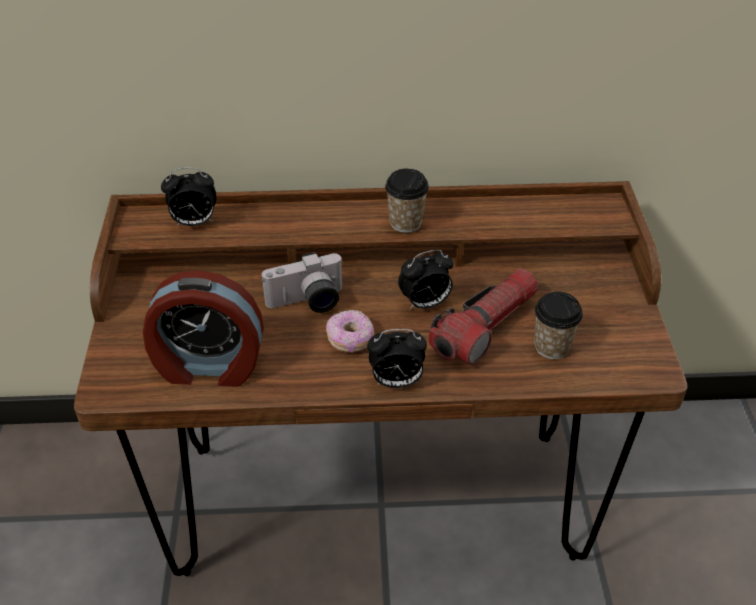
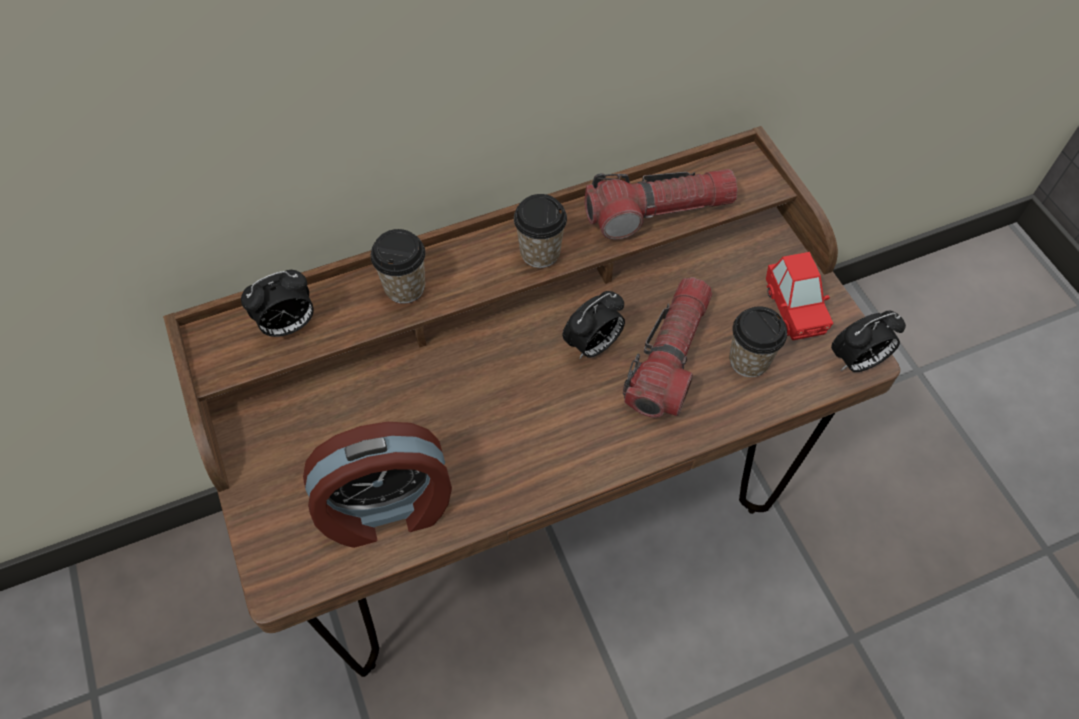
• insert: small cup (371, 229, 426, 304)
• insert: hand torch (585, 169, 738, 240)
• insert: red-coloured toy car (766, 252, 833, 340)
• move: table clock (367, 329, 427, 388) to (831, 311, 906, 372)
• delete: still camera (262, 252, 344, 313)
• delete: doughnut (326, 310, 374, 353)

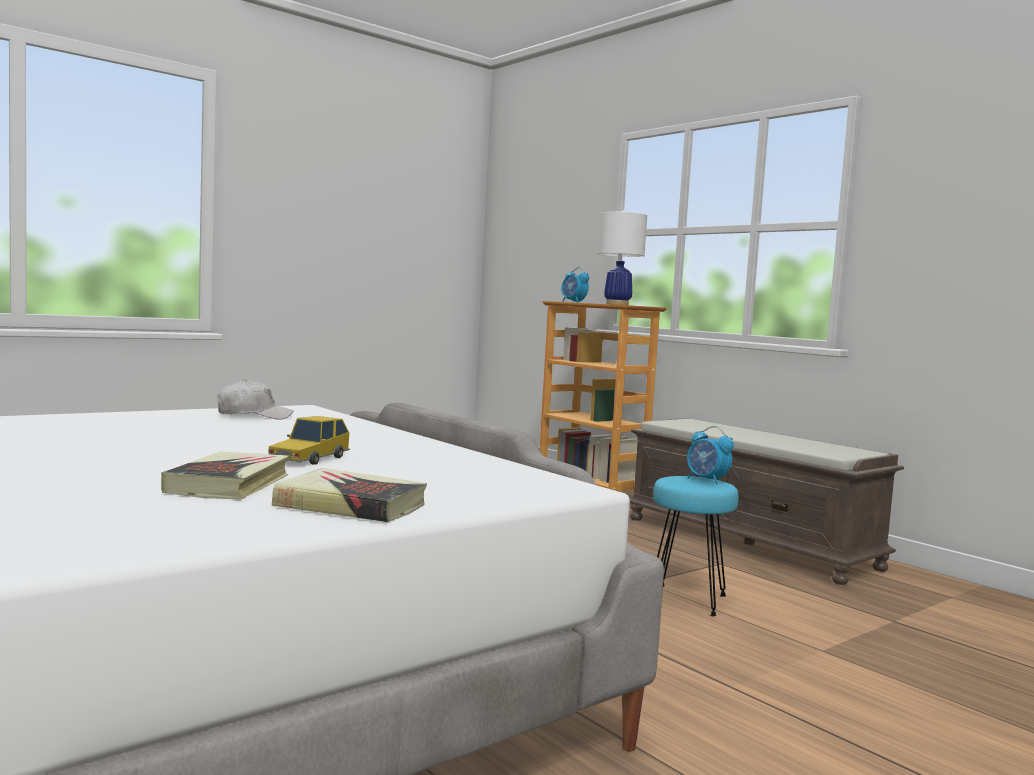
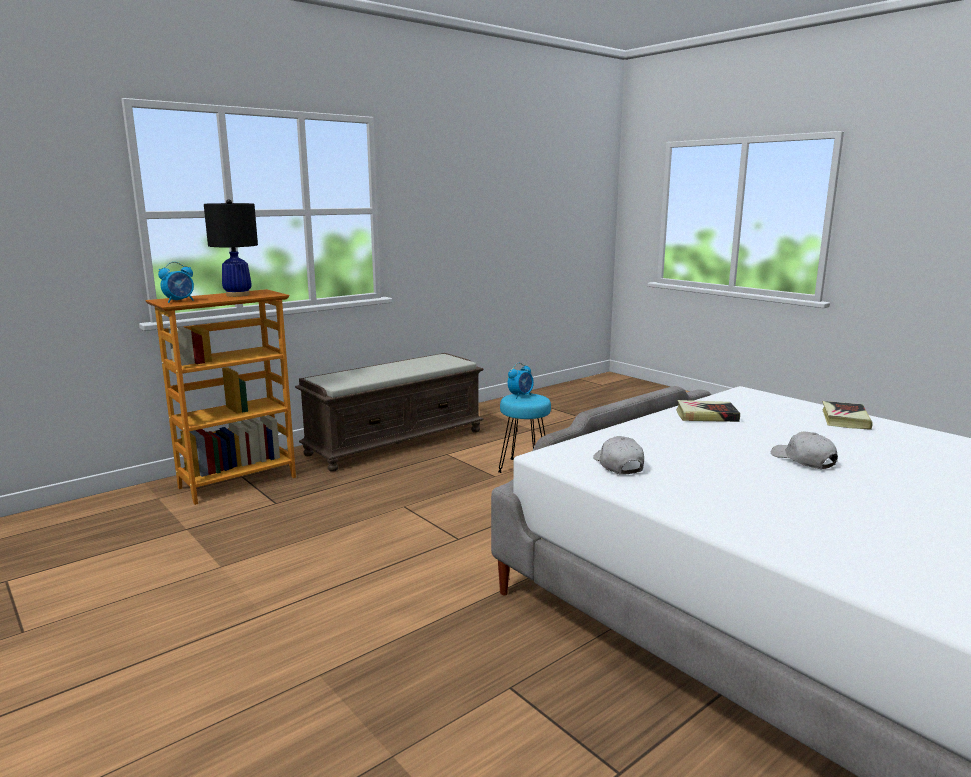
• recolor: whitish table lamp (597, 210, 647, 305) to black table lamp (204, 199, 258, 297)
• move: volume (161, 452, 290, 500) to (676, 400, 740, 422)
• insert: whitish baseball cap (771, 432, 838, 469)
• delete: toy car (268, 416, 350, 465)

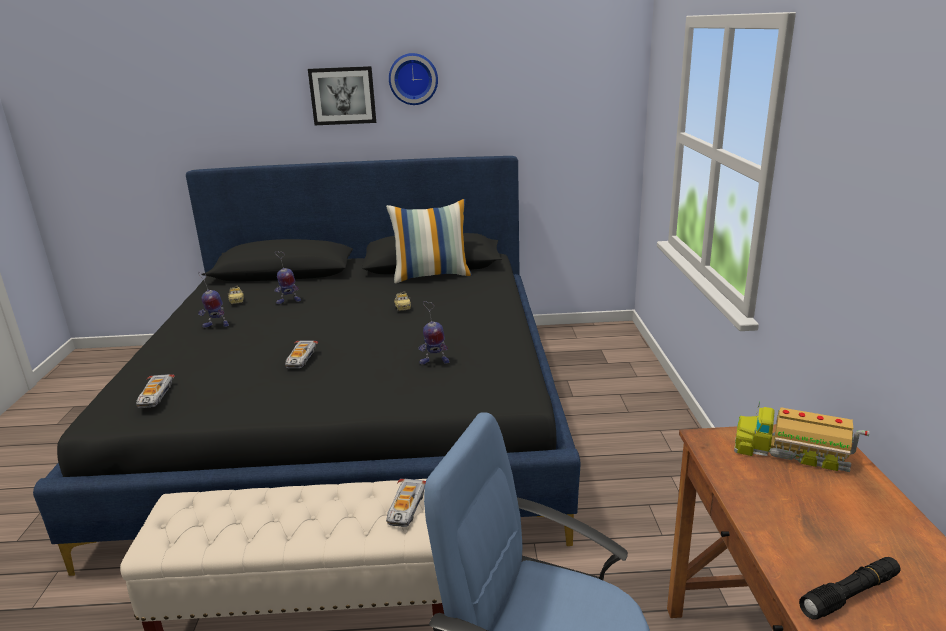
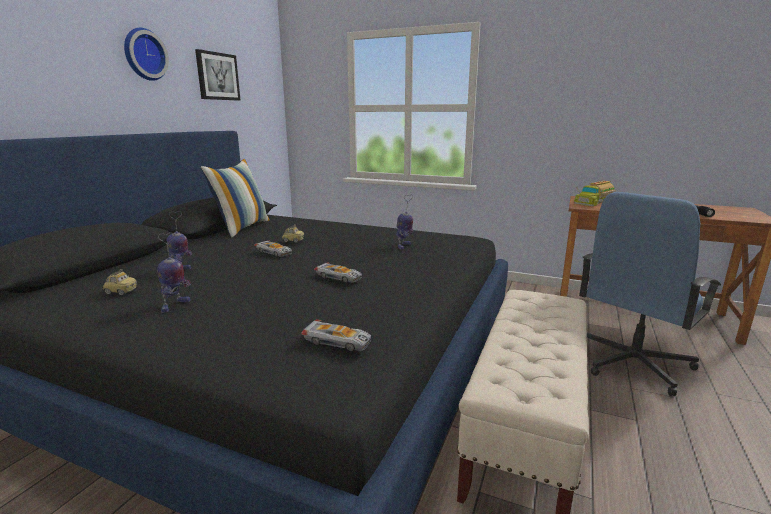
• move: wall art (308, 66, 376, 125) to (195, 49, 240, 100)
• move: toy car (386, 479, 426, 527) to (254, 240, 292, 257)

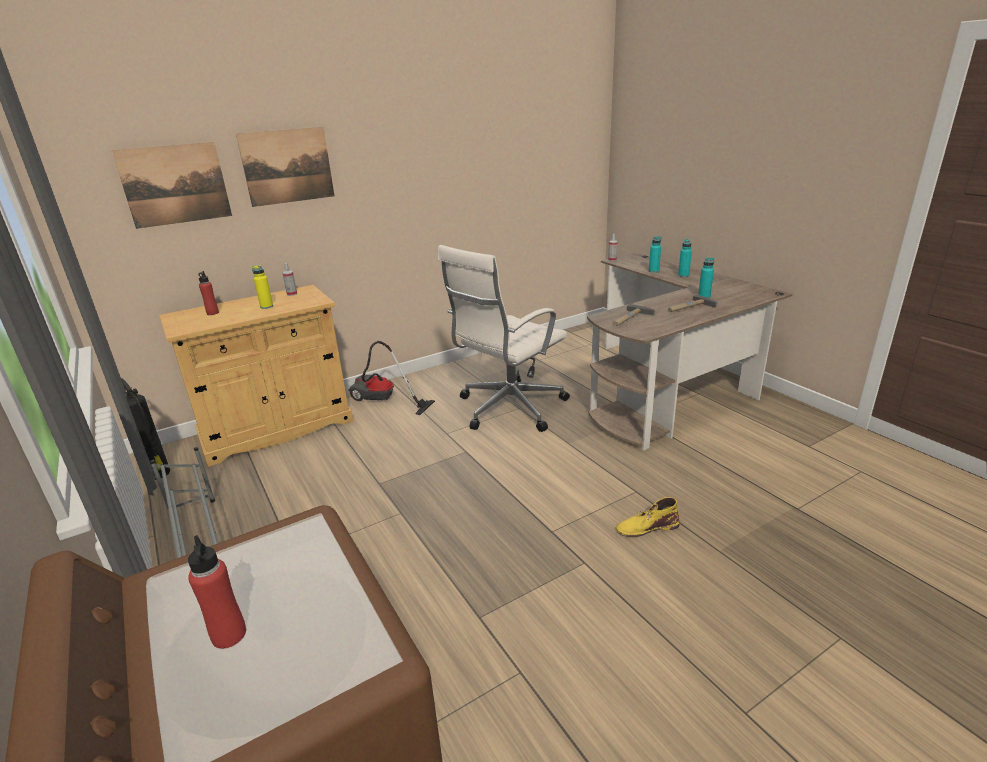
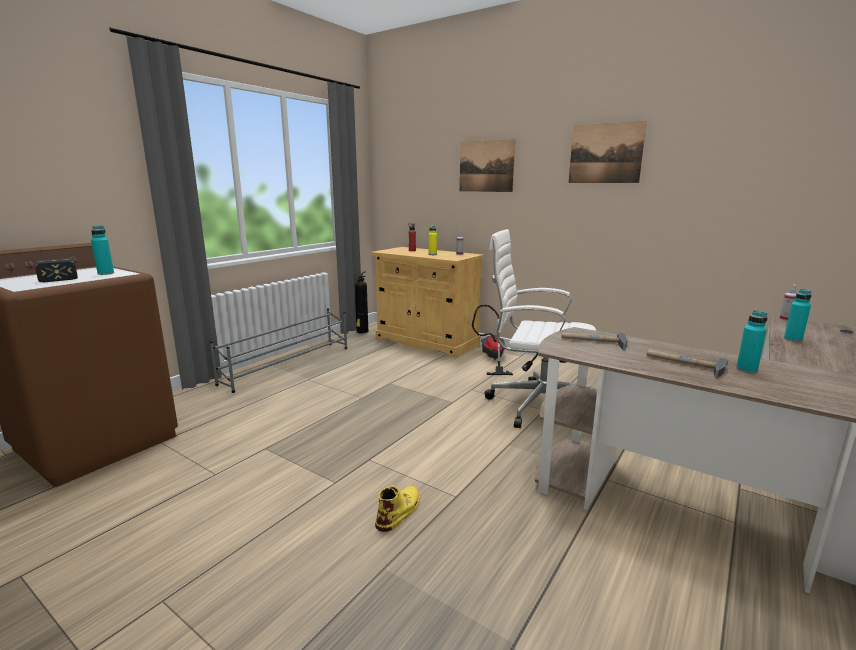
• replace: red-coloured bottle (188, 535, 246, 649) to tool hammer (34, 258, 78, 282)
• move: turquoise bottle (678, 239, 692, 277) to (91, 226, 114, 275)
• rotate: yellowish tall boot (615, 497, 680, 537) = (375, 485, 420, 532) 60 degrees clockwise
• move: wall art (112, 142, 232, 229) to (569, 121, 647, 183)

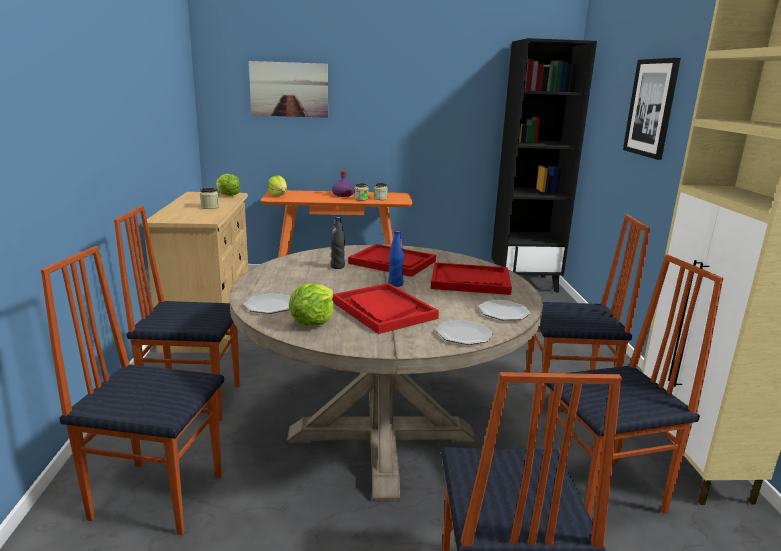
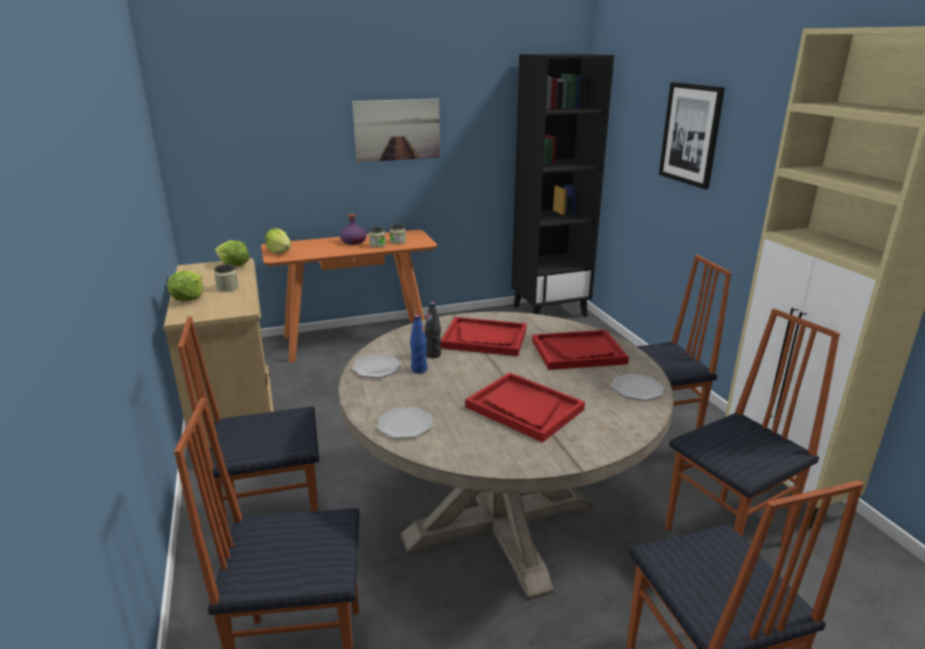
• move: lettuce head (289, 284, 334, 326) to (167, 270, 203, 301)
• move: wall art (249, 61, 328, 118) to (352, 99, 440, 162)
• move: plate (436, 320, 493, 345) to (352, 354, 401, 378)
• move: blue bottle (388, 231, 404, 287) to (410, 315, 427, 373)

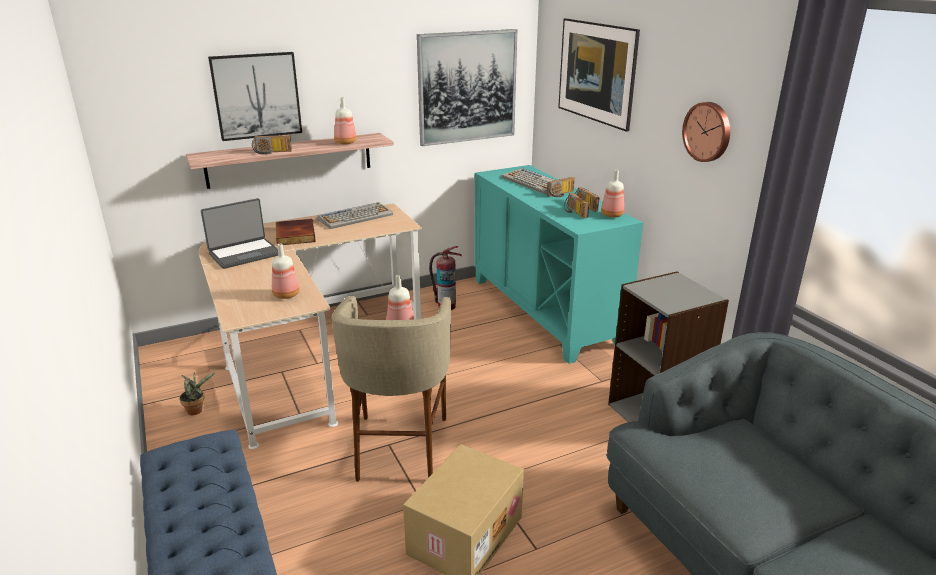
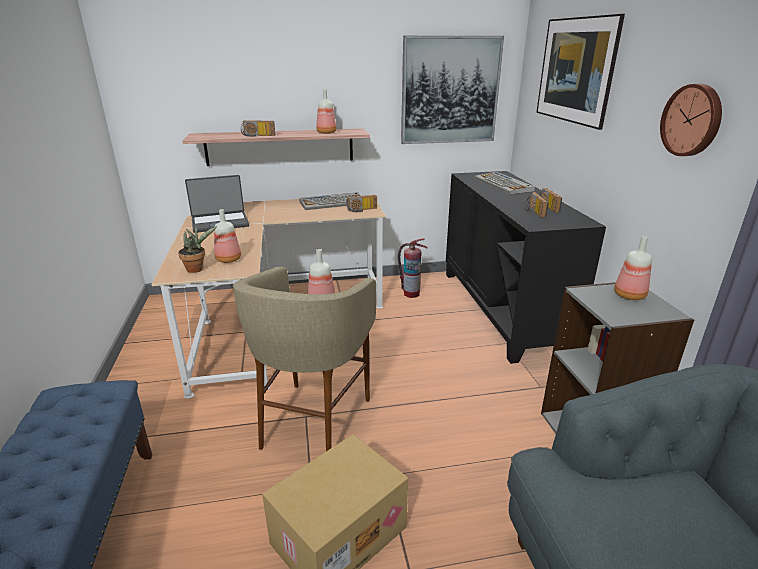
• move: houseplant (179, 372, 216, 415) to (178, 225, 216, 273)
• move: radio set (547, 177, 575, 197) to (346, 195, 377, 212)
• recolor: turquoise cabinet (474, 165, 643, 364) to black cabinet (446, 171, 606, 364)
• move: bottle (601, 170, 624, 218) to (614, 236, 652, 300)
• delete: wall art (208, 52, 302, 141)
• delete: volume (276, 219, 316, 245)

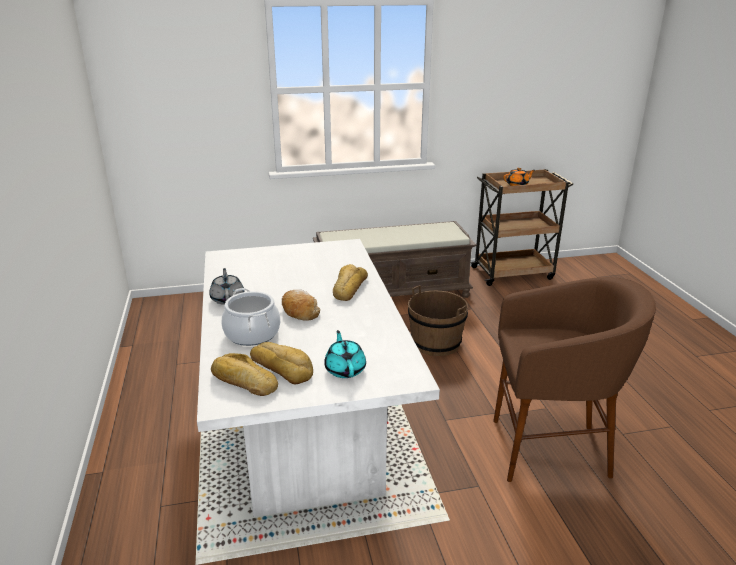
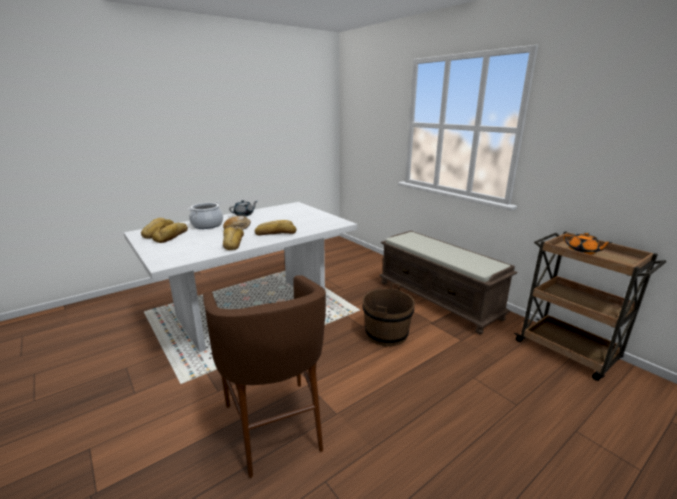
• insert: baked bread (223, 227, 244, 250)
• delete: turquoise teapot (324, 330, 366, 378)

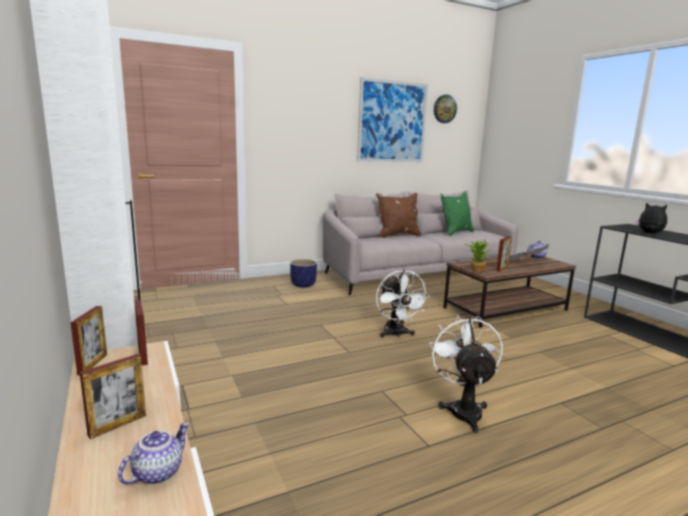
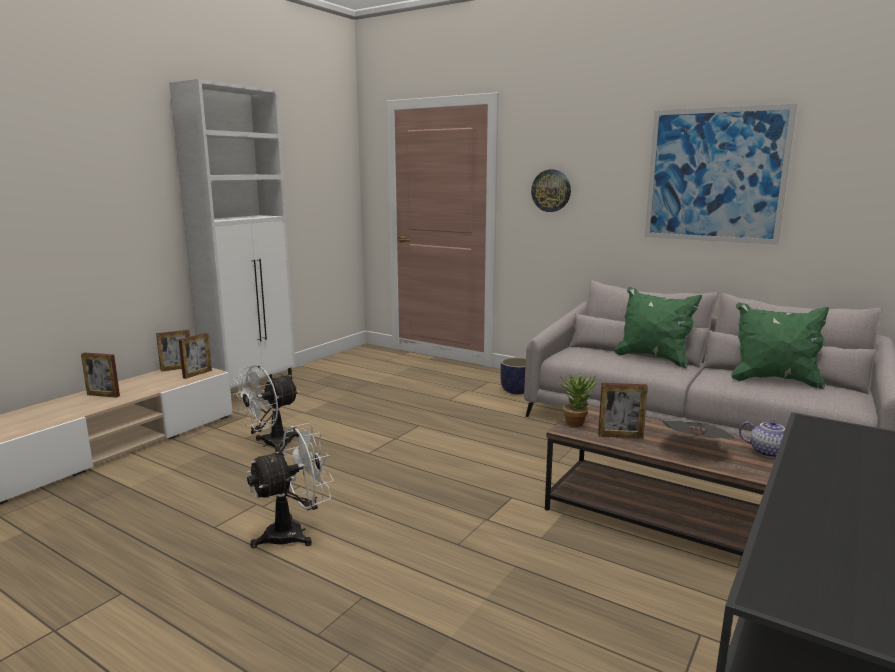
• move: whitish electric fan (376, 270, 430, 338) to (233, 365, 300, 452)
• move: hanging clock (434, 95, 457, 123) to (531, 170, 571, 212)
• recolor: brown-coloured throw pillow (376, 193, 422, 238) to green throw pillow (614, 287, 702, 368)
• delete: teapot (118, 423, 189, 484)
• delete: soft toy (636, 202, 667, 233)

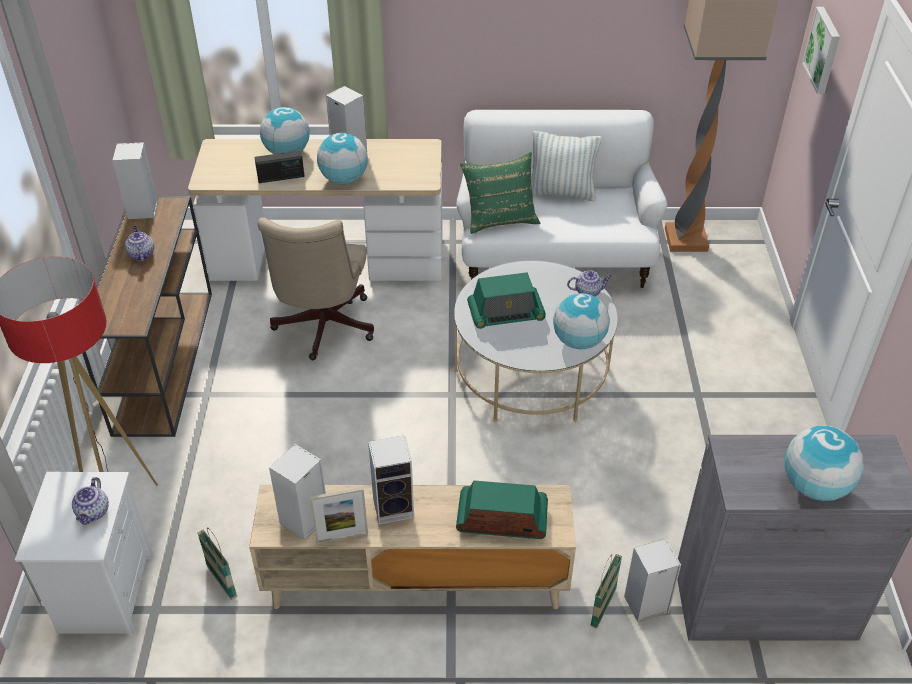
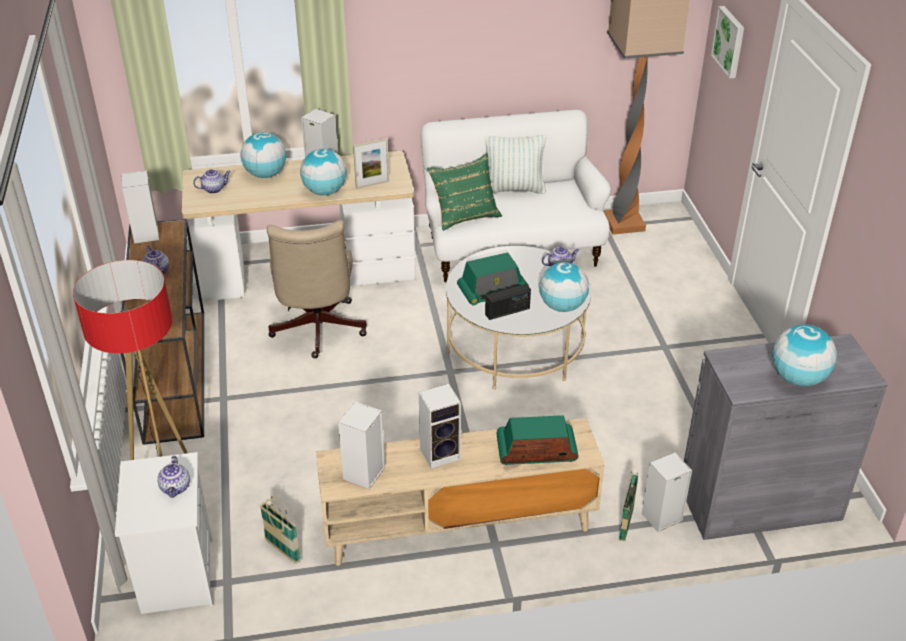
• insert: teapot (193, 169, 231, 193)
• move: photo frame (310, 487, 368, 544) to (353, 138, 389, 189)
• move: radio set (254, 151, 305, 183) to (485, 284, 531, 320)

